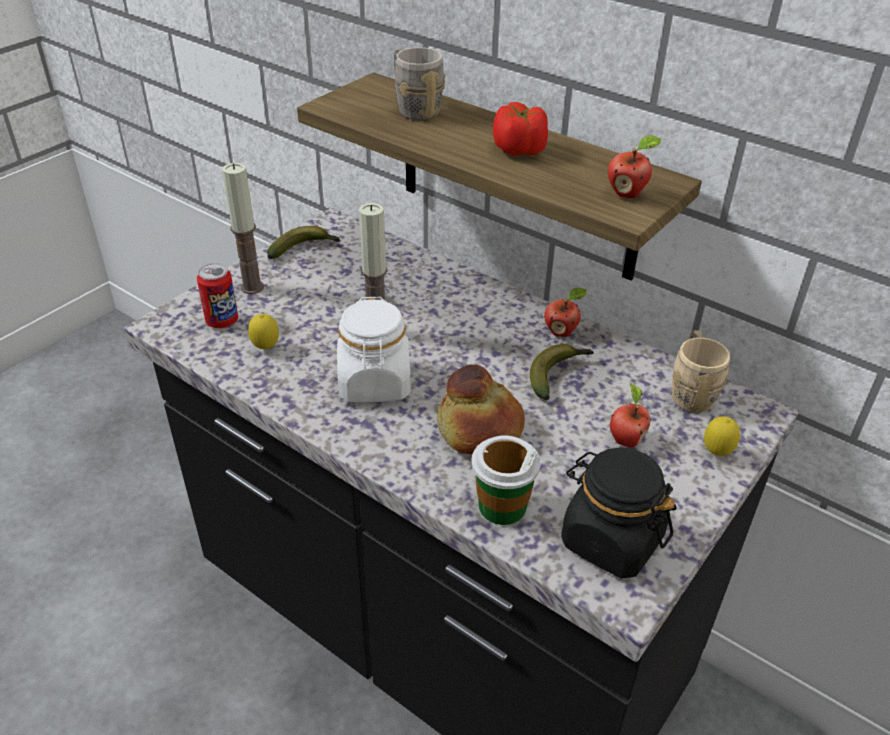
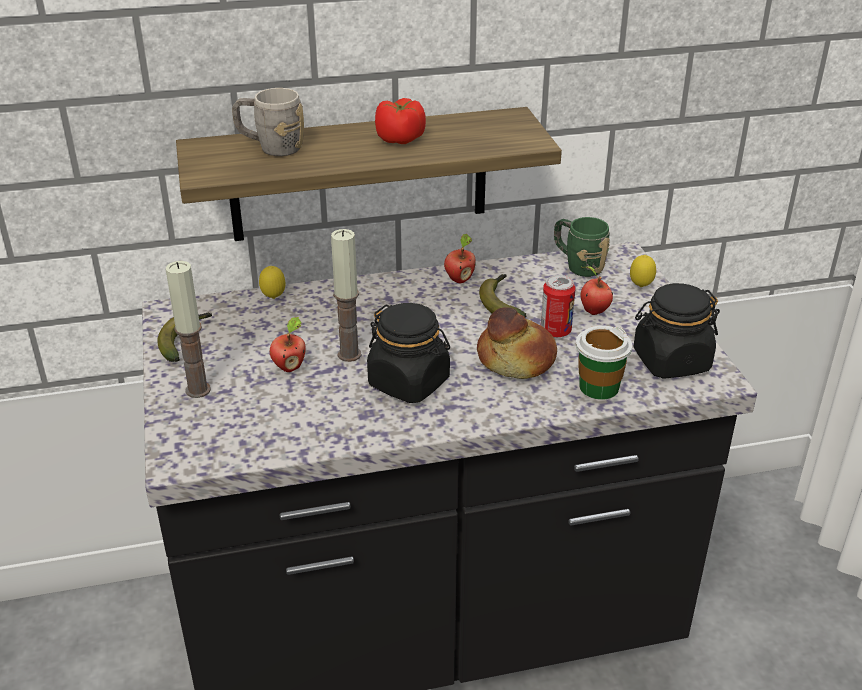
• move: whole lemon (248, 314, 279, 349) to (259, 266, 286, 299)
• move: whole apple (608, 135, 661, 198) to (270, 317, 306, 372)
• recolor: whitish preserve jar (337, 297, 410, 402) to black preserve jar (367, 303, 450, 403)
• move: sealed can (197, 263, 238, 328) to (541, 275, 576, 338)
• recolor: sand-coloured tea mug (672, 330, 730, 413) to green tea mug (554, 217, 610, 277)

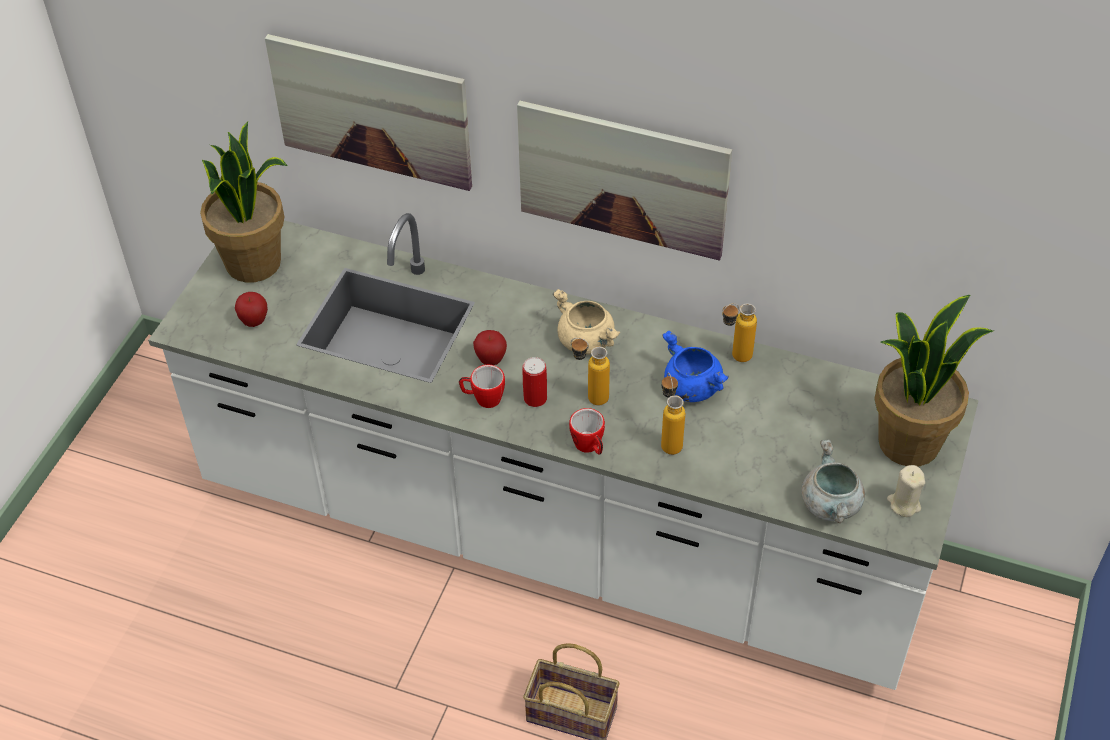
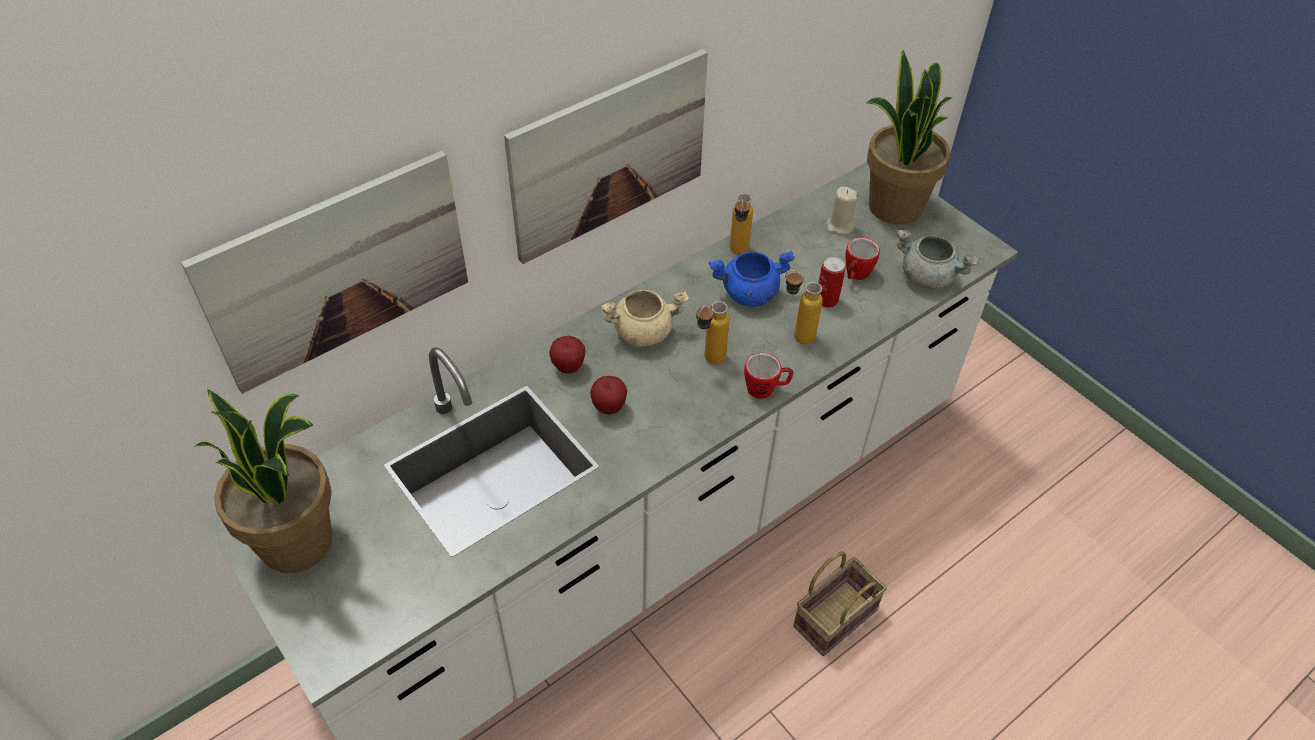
• move: whole apple (235, 292, 268, 327) to (549, 336, 586, 374)
• move: sealed can (523, 357, 547, 407) to (818, 257, 846, 308)
• move: sand-coloured candle (887, 465, 925, 517) to (826, 187, 857, 235)
• move: tea mug (459, 365, 505, 408) to (846, 238, 880, 280)

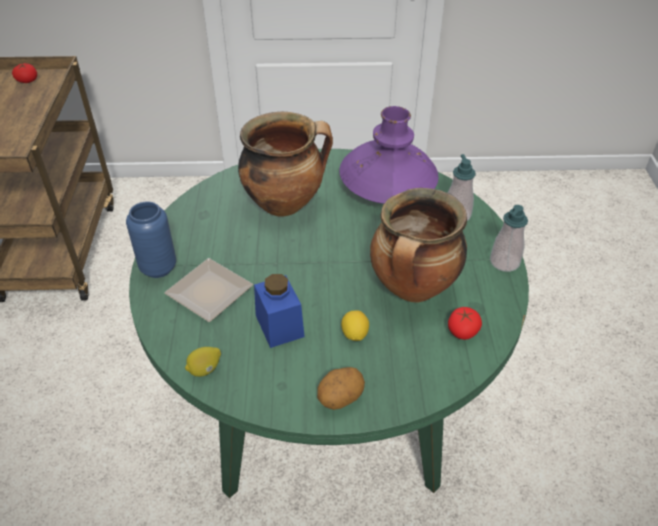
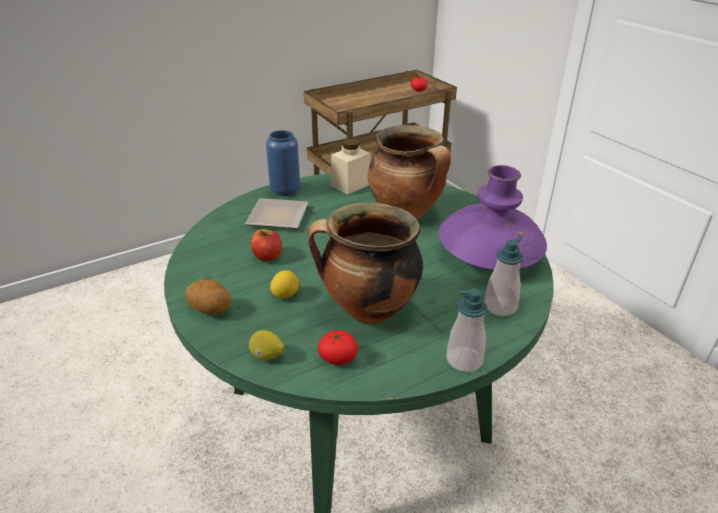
• move: whole lemon (185, 347, 221, 377) to (249, 330, 284, 360)
• replace: blue preserve jar (254, 274, 305, 348) to whole apple (250, 229, 282, 261)
• insert: sand-coloured preserve jar (330, 139, 371, 195)

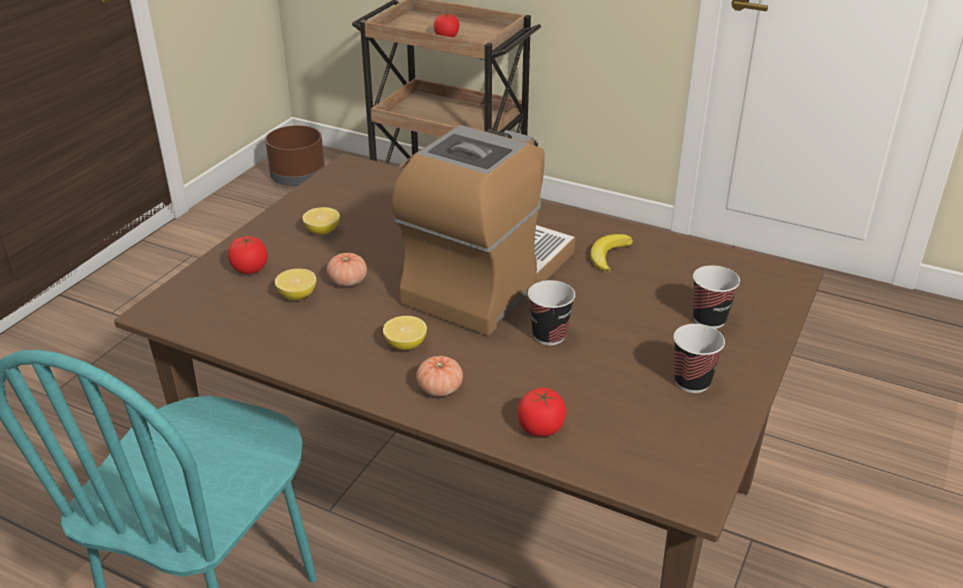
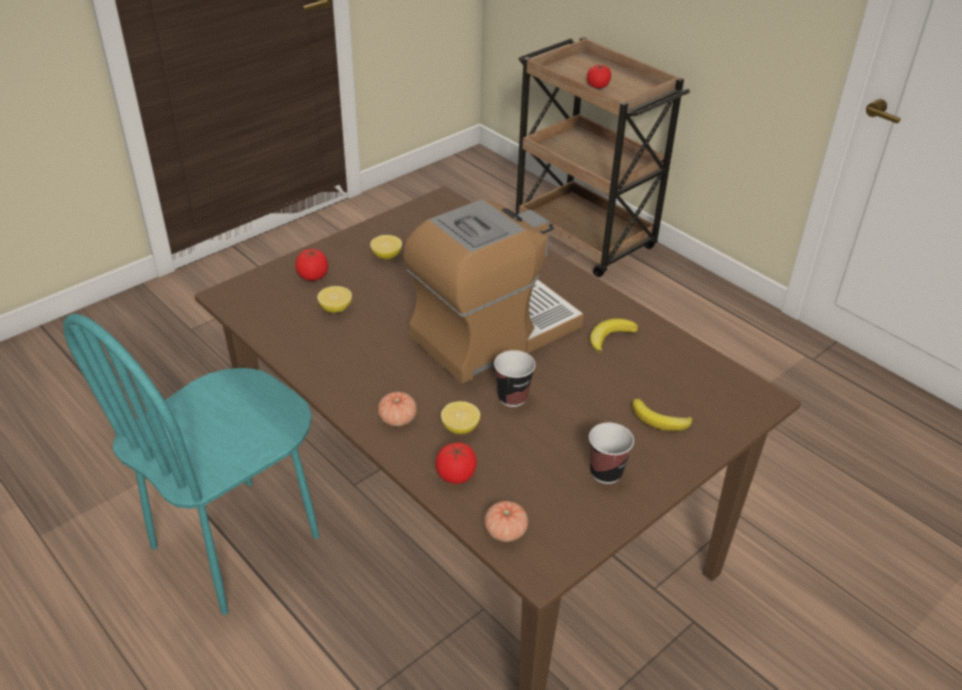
• move: whole lemon (383, 316, 427, 350) to (441, 401, 480, 434)
• move: fresh tomato (327, 253, 367, 286) to (484, 501, 528, 542)
• replace: small cup (693, 265, 740, 329) to whole banana (632, 399, 693, 431)
• delete: brown-coloured planter (265, 125, 325, 186)

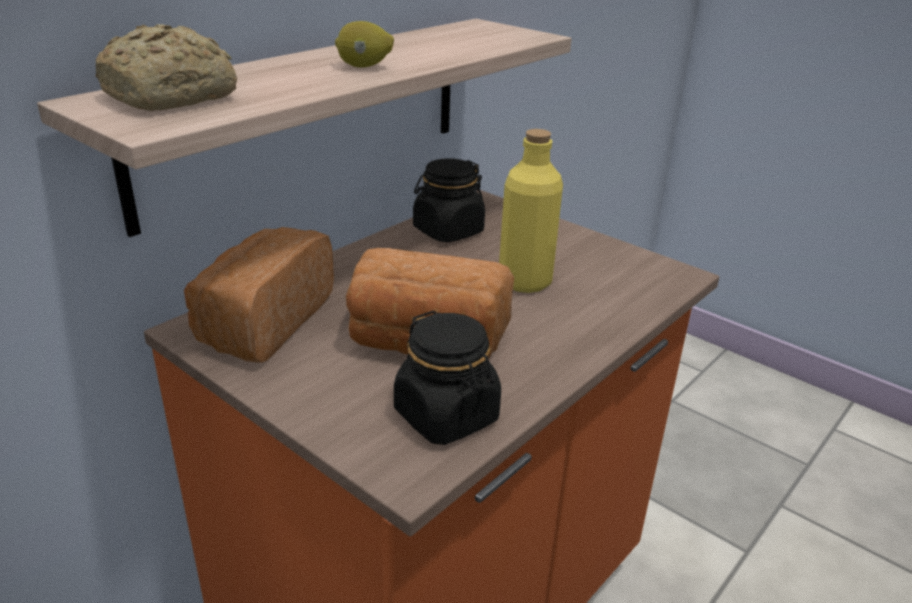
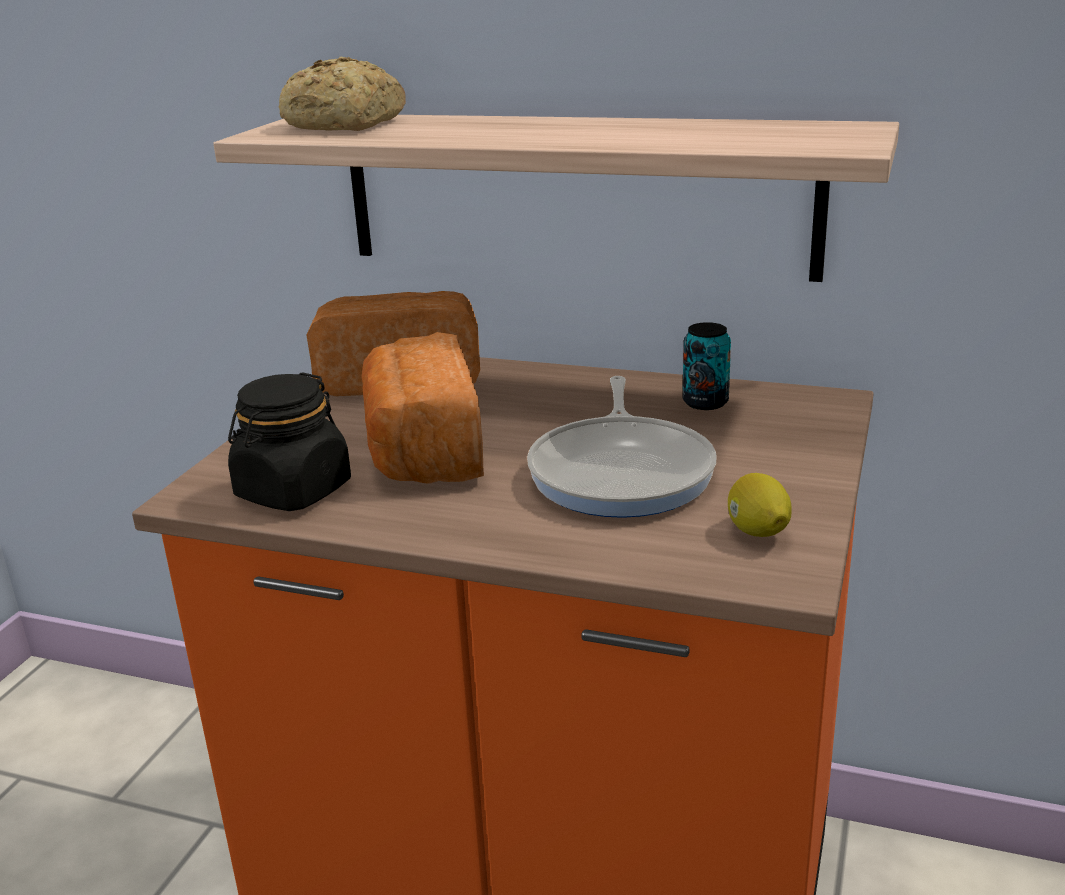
• replace: yellowish bottle (499, 129, 563, 293) to pan (527, 376, 716, 518)
• replace: black preserve jar (413, 158, 485, 242) to sealed can (683, 322, 731, 410)
• move: whole lemon (335, 21, 394, 68) to (728, 473, 791, 537)

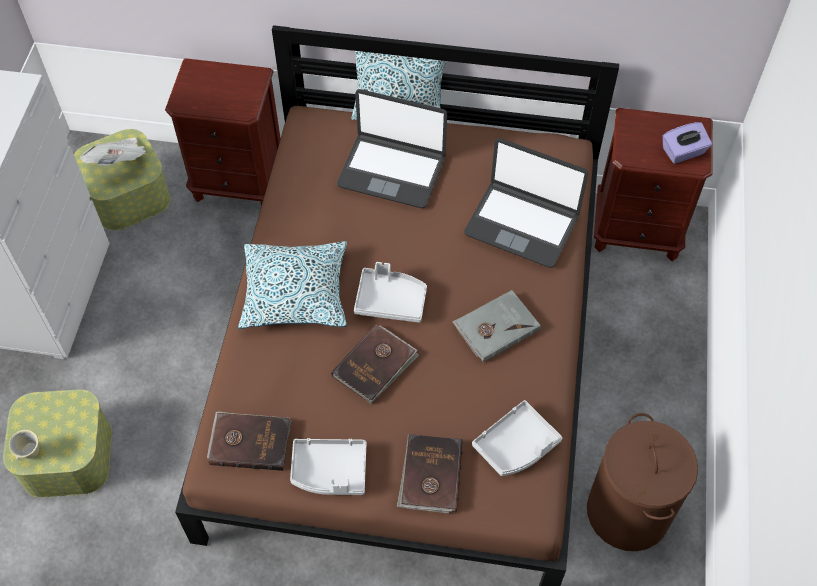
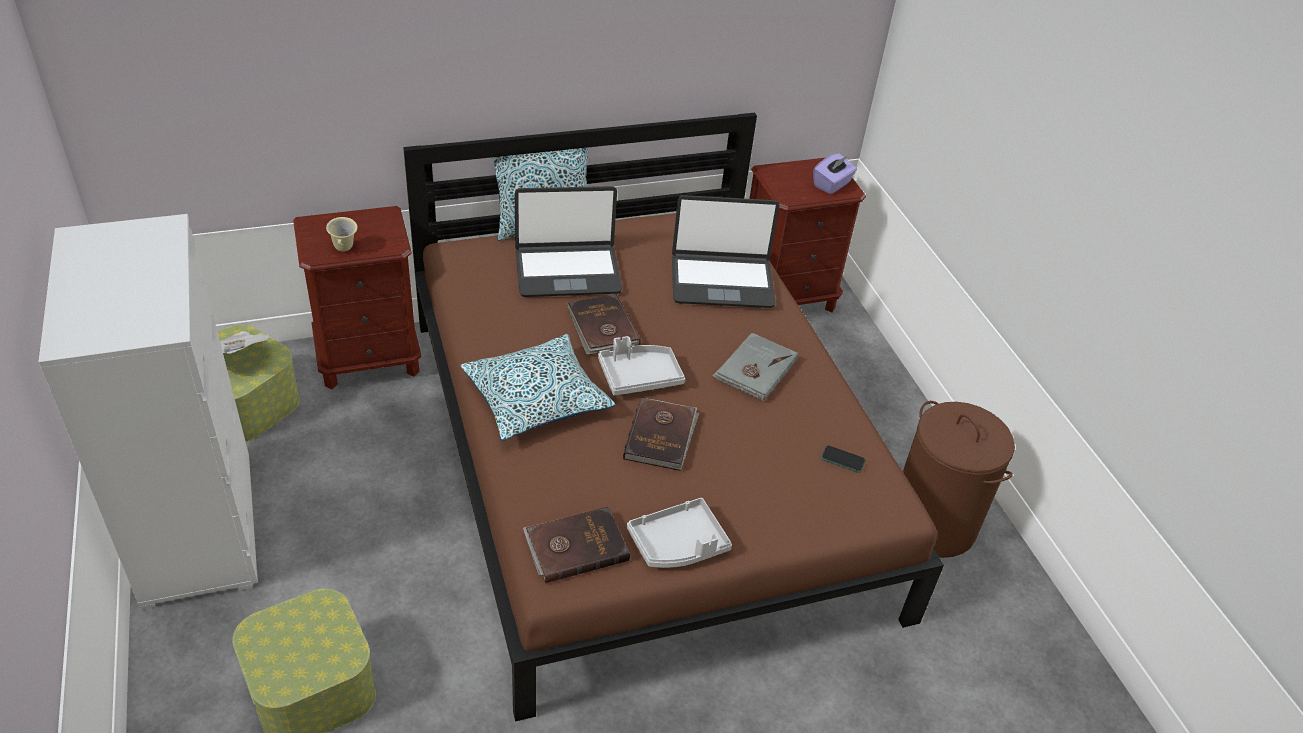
• move: sand-coloured tea mug (9, 430, 39, 460) to (326, 217, 358, 252)
• move: brown-coloured volume (397, 434, 462, 513) to (567, 294, 641, 355)
• replace: grey tray (472, 400, 562, 476) to handset (821, 445, 866, 473)

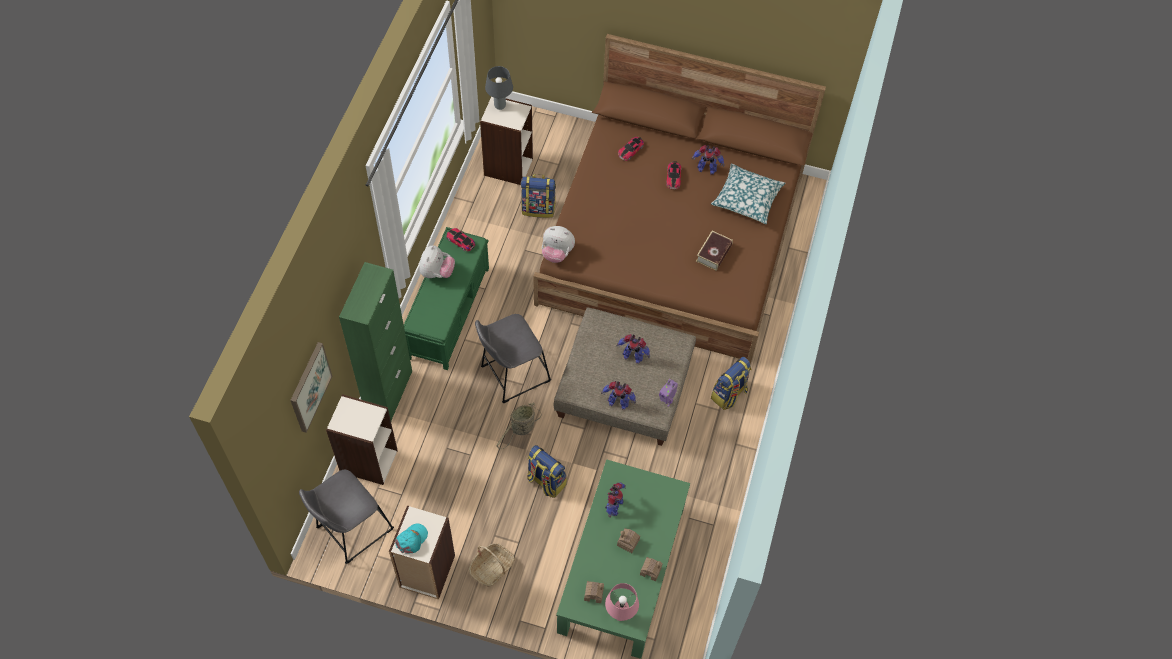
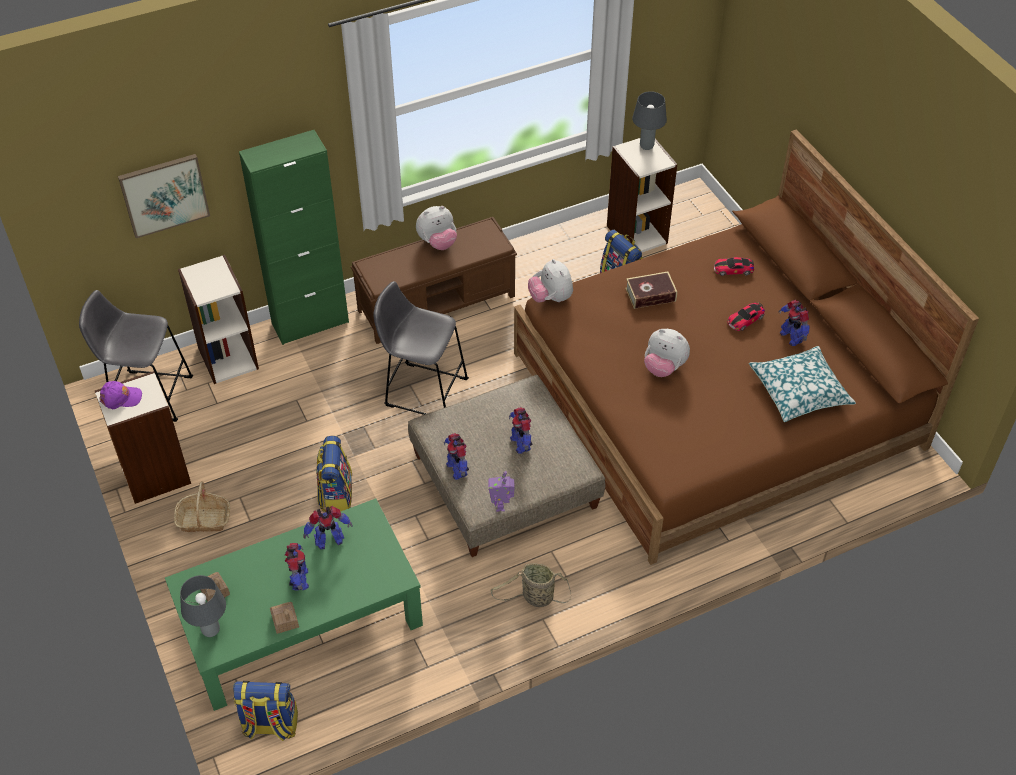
• recolor: turquoise baseball cap (395, 524, 428, 553) to purple-coloured baseball cap (99, 381, 142, 409)
• recolor: pink-coloured table lamp (605, 583, 639, 621) to grey table lamp (180, 575, 226, 637)
• move: rucksack (711, 357, 751, 410) to (233, 681, 298, 741)
• replace: toy house (617, 528, 640, 553) to robot figure (285, 543, 309, 590)
• recolor: green long seat (404, 227, 489, 370) to brown-coloured long seat (351, 217, 517, 344)
• move: household basket (496, 402, 542, 449) to (490, 563, 571, 607)
• move: volume (696, 231, 733, 271) to (625, 272, 677, 309)
• insert: soft toy (644, 329, 690, 377)
• delete: toy car (446, 228, 475, 251)

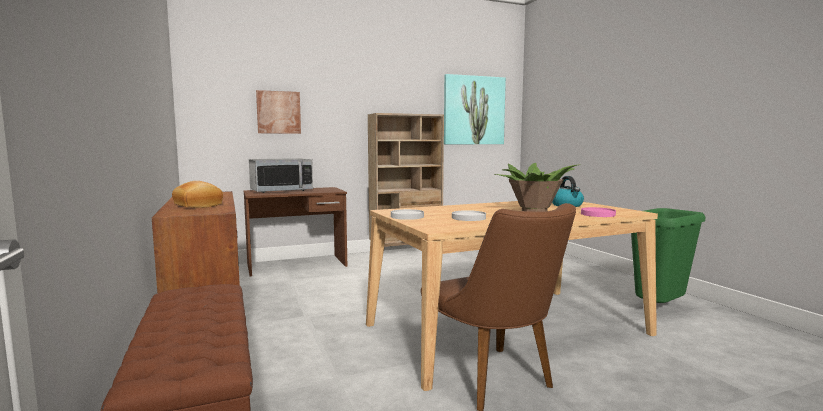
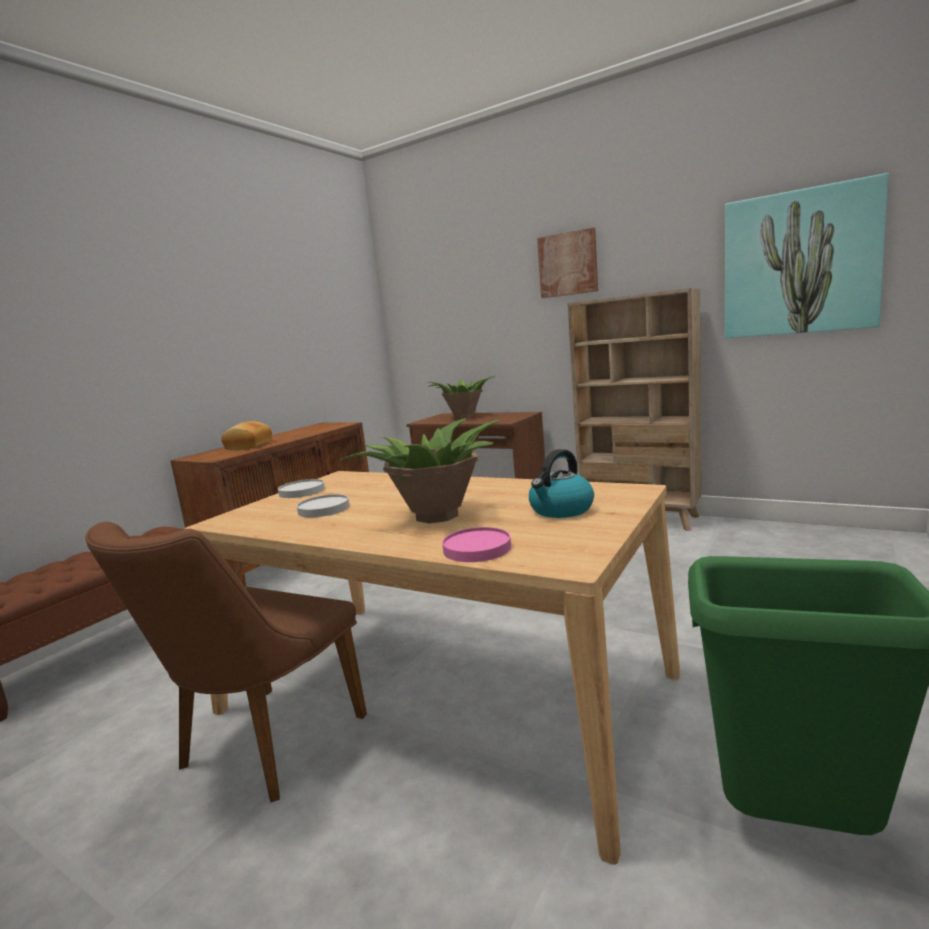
• replace: kitchen microwave (249, 158, 313, 193) to houseplant (427, 376, 495, 419)
• move: wall art (256, 90, 301, 134) to (537, 227, 598, 298)

